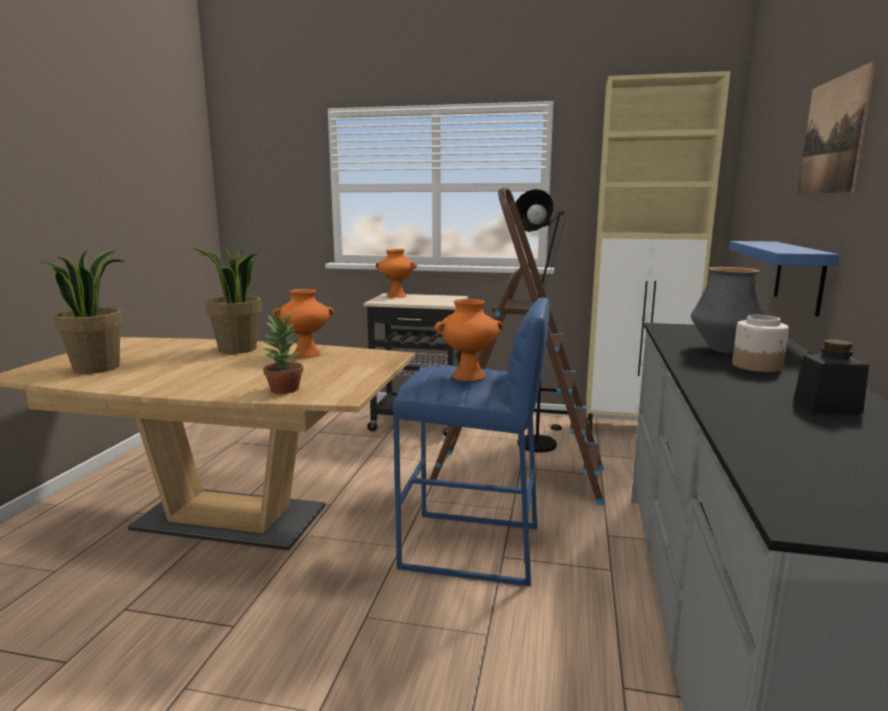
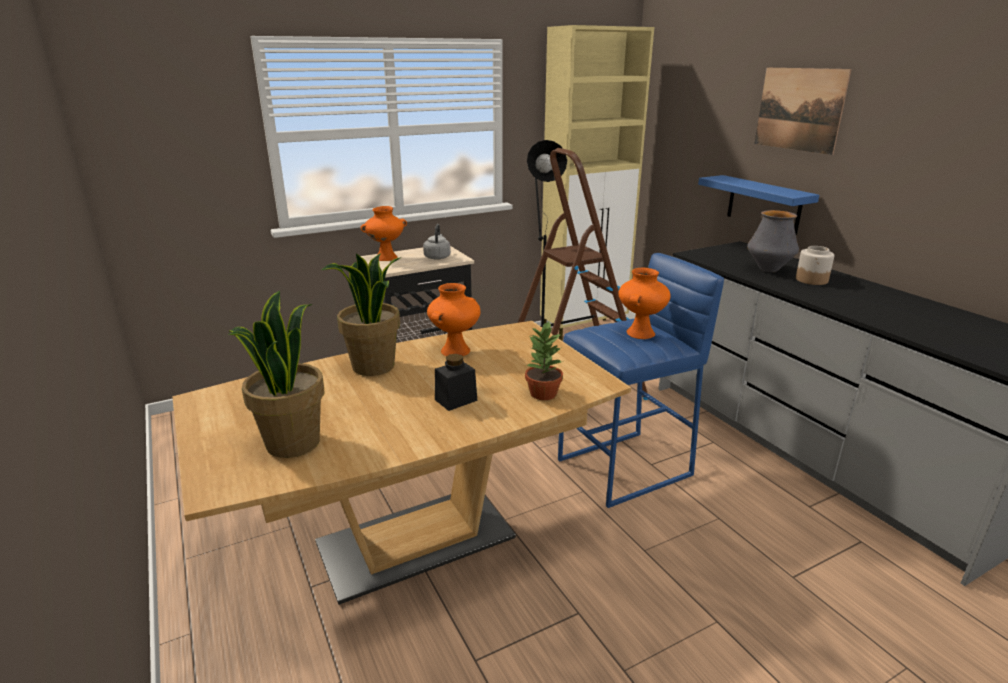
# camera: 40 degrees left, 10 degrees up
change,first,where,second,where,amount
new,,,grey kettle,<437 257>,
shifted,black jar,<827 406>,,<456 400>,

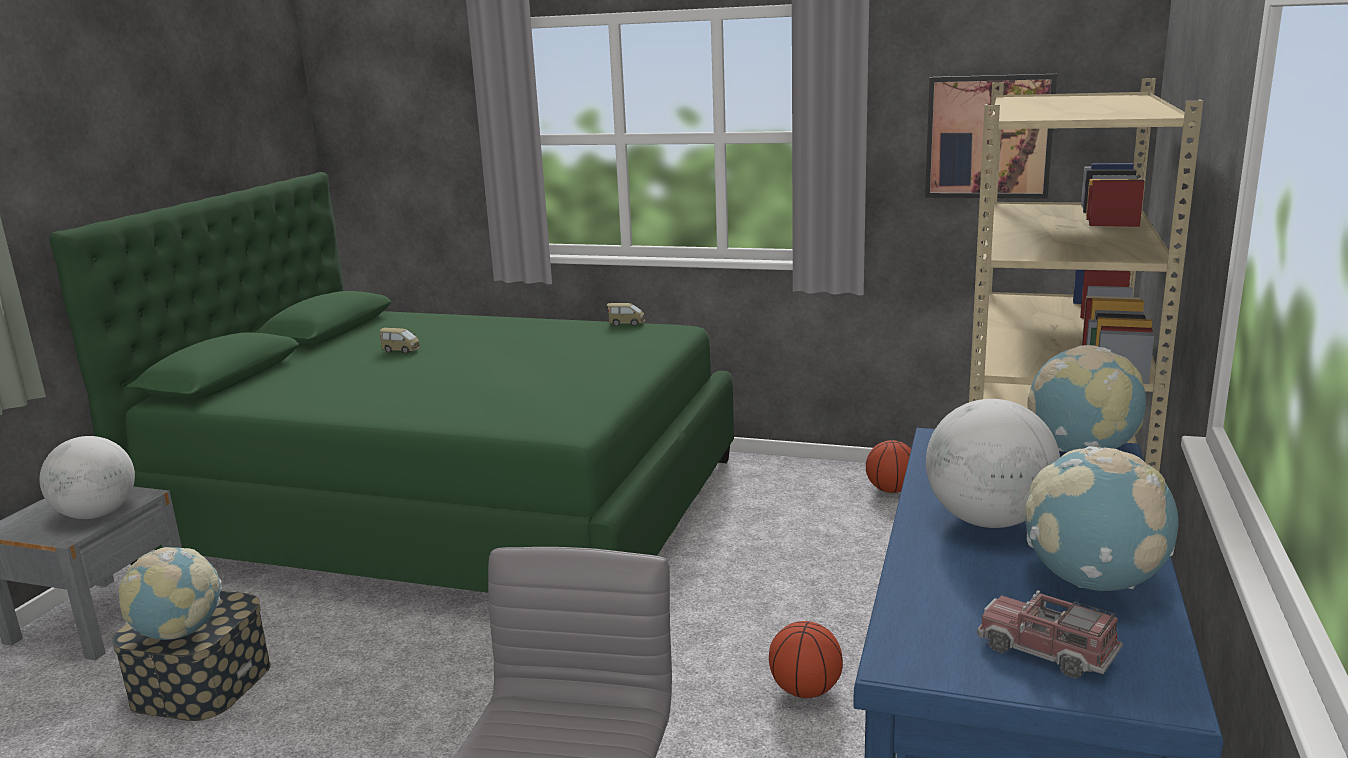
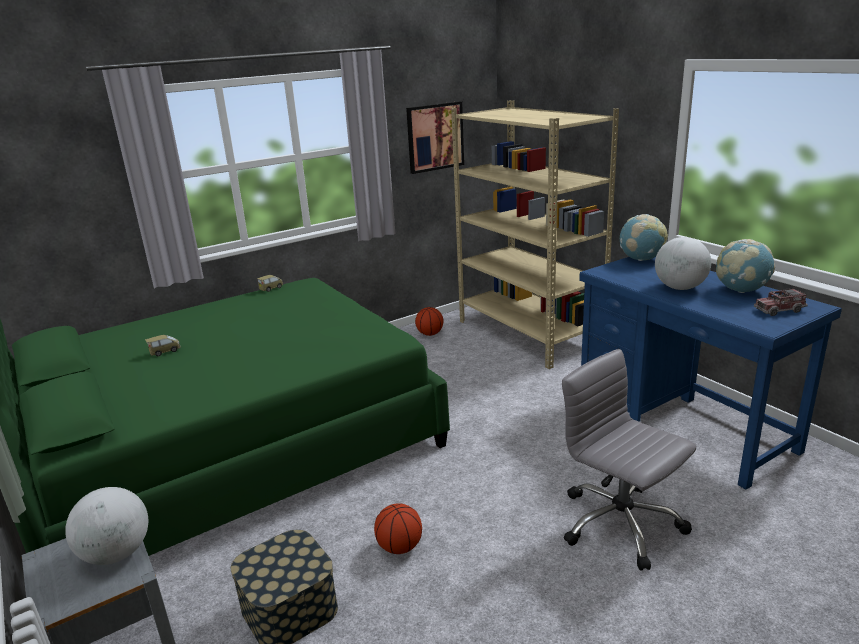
# camera: 50 degrees left, 5 degrees up
change,first,where,second,where,amount
gone,globe,<179 632>,,,
shifted,basketball,<805 691>,,<400 547>,

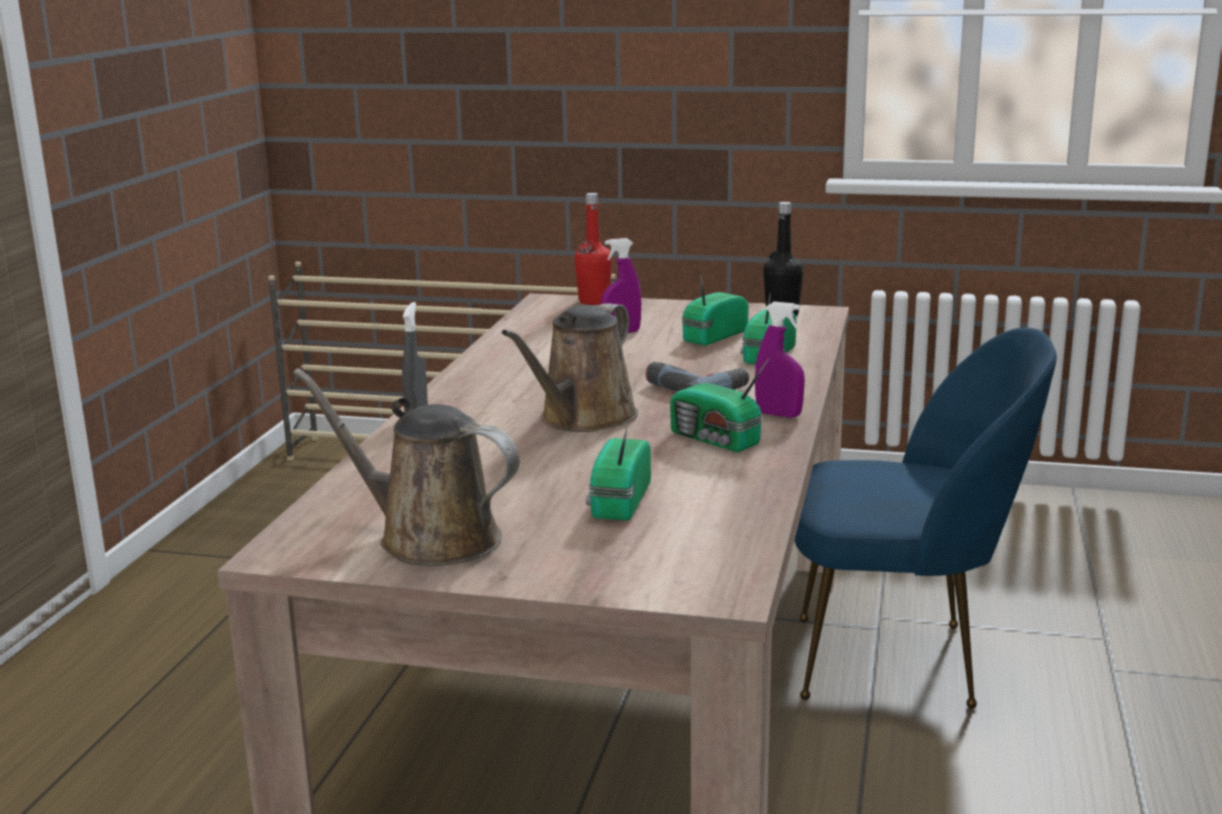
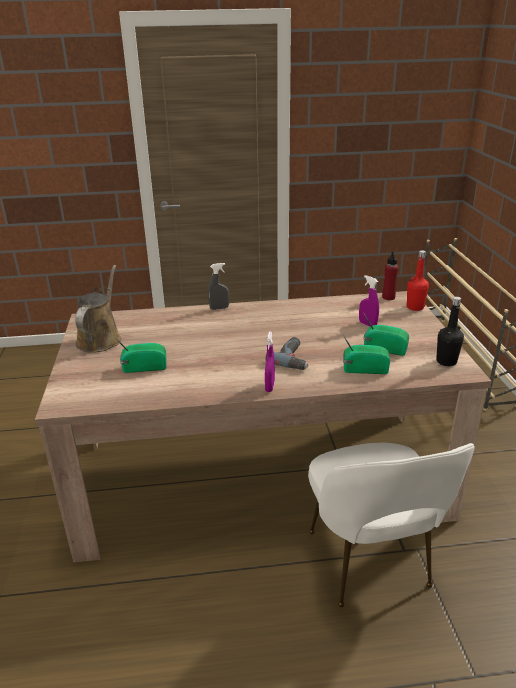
# camera: 70 degrees right, 10 degrees up
change,first,where,second,where,amount
gone,brown watering can,<583 419>,,,
gone,radio,<715 440>,,,
new,,,red bottle,<388 297>,
repainted,blue chair,<902 663>,white chair,<371 567>,

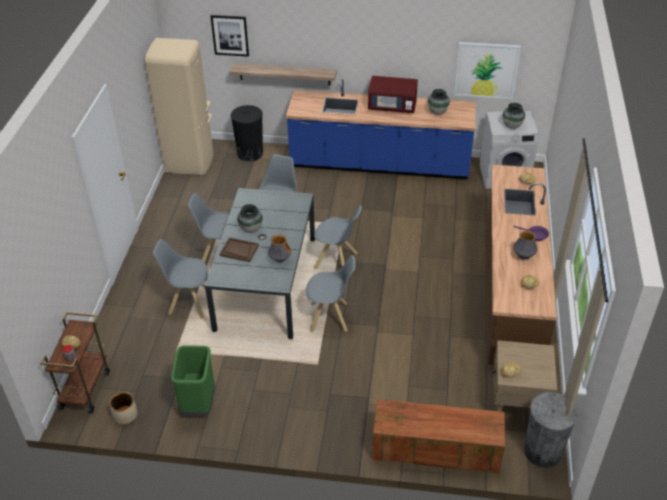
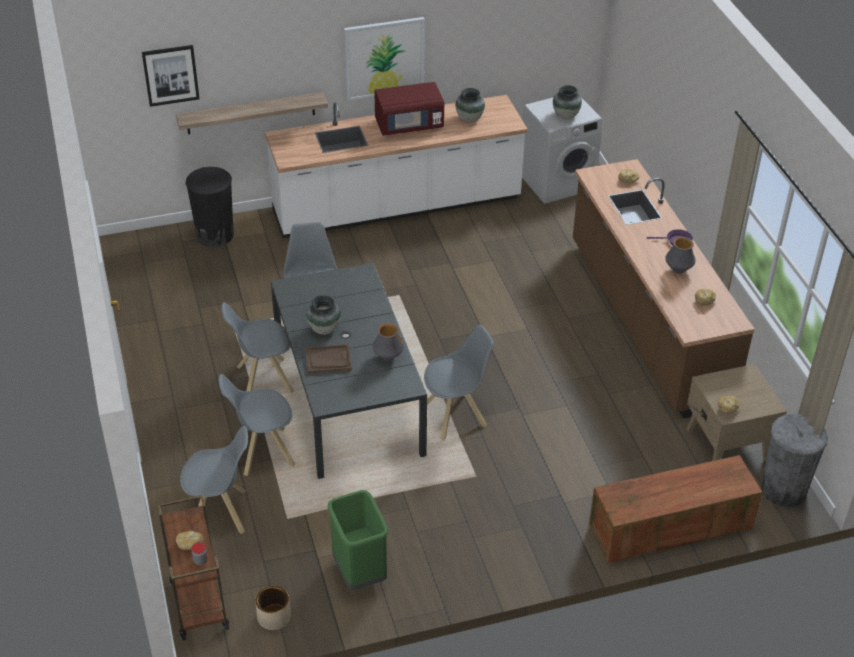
# camera: 25 degrees left, 0 degrees up
change,first,where,second,where,amount
gone,beige fridge,<191 162>,,,
shifted,grey chair,<337 261>,,<221 513>,
shifted,picture,<486 70>,,<384 58>,
repainted,blue counter,<379 164>,white counter,<397 206>,

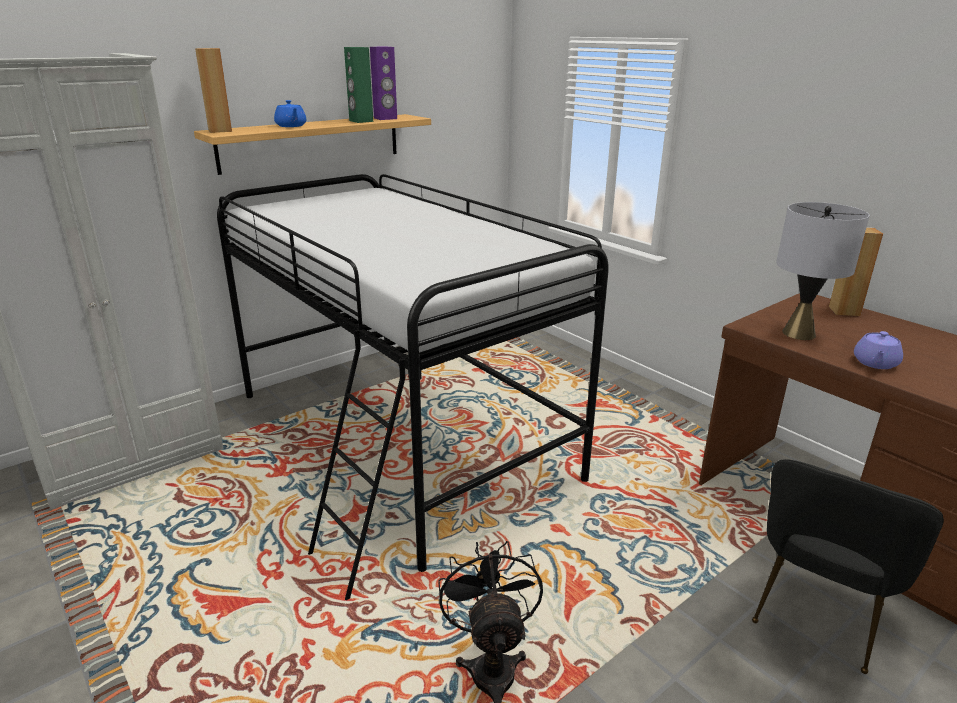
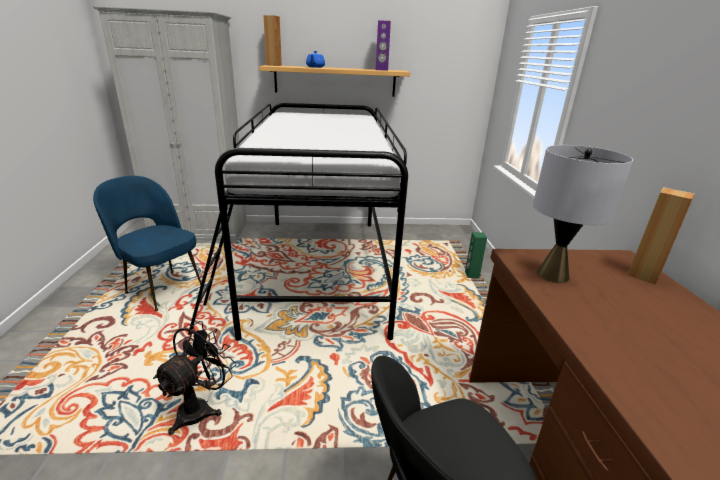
# camera: 35 degrees right, 0 degrees up
change,first,where,second,where,amount
gone,purple teapot,<875 363>,,,
new,,,blue chair,<161 288>,
shifted,green speaker,<361 121>,,<471 275>,

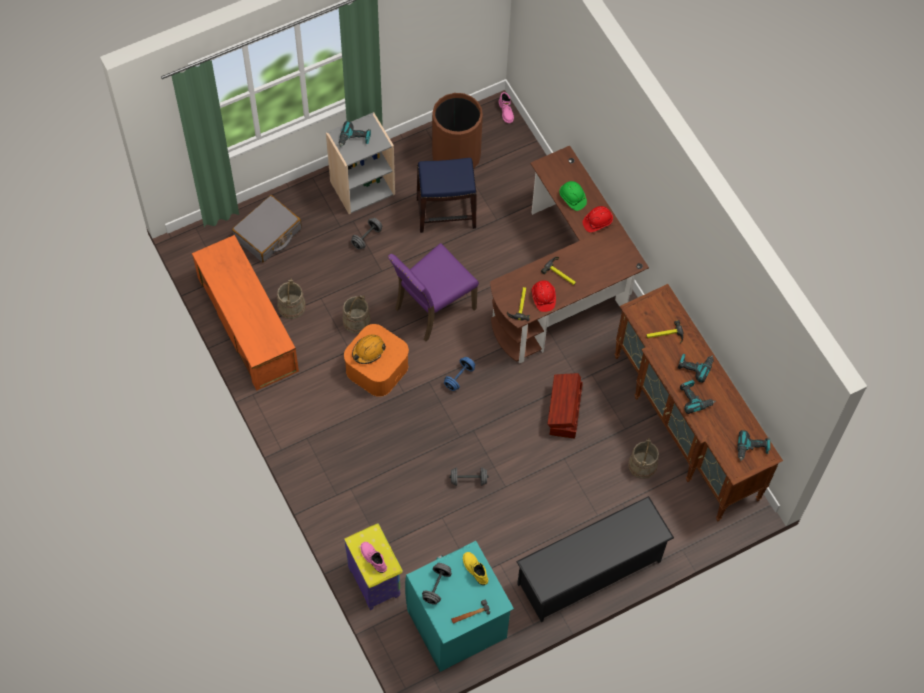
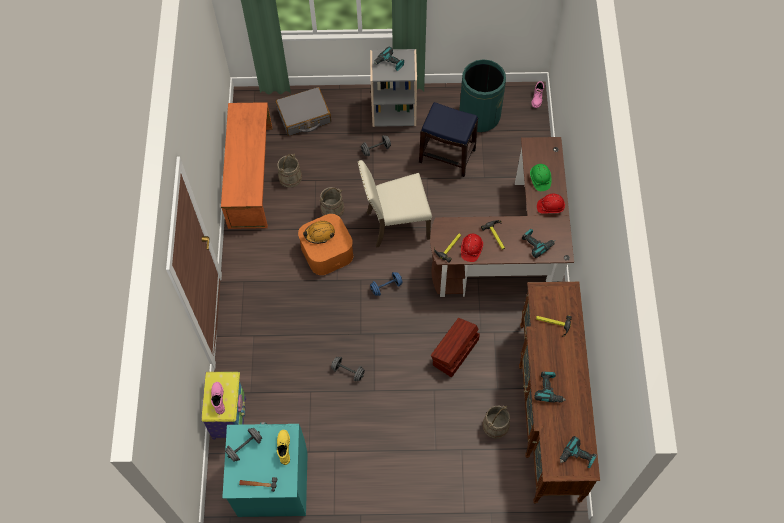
# camera: 30 degrees right, 0 degrees up
change,first,where,second,where,amount
gone,black shoe rack,<590 572>,,,
shifted,power drill,<695 366>,,<537 243>,
repainted,purple chair,<432 308>,beige chair,<396 224>,
repainted,brown trash can,<456 155>,green trash can,<479 116>,

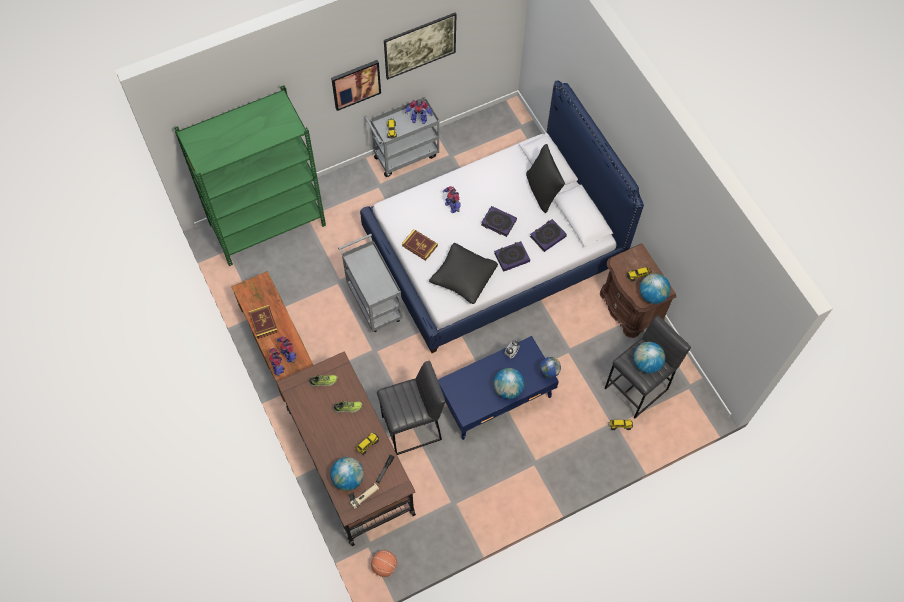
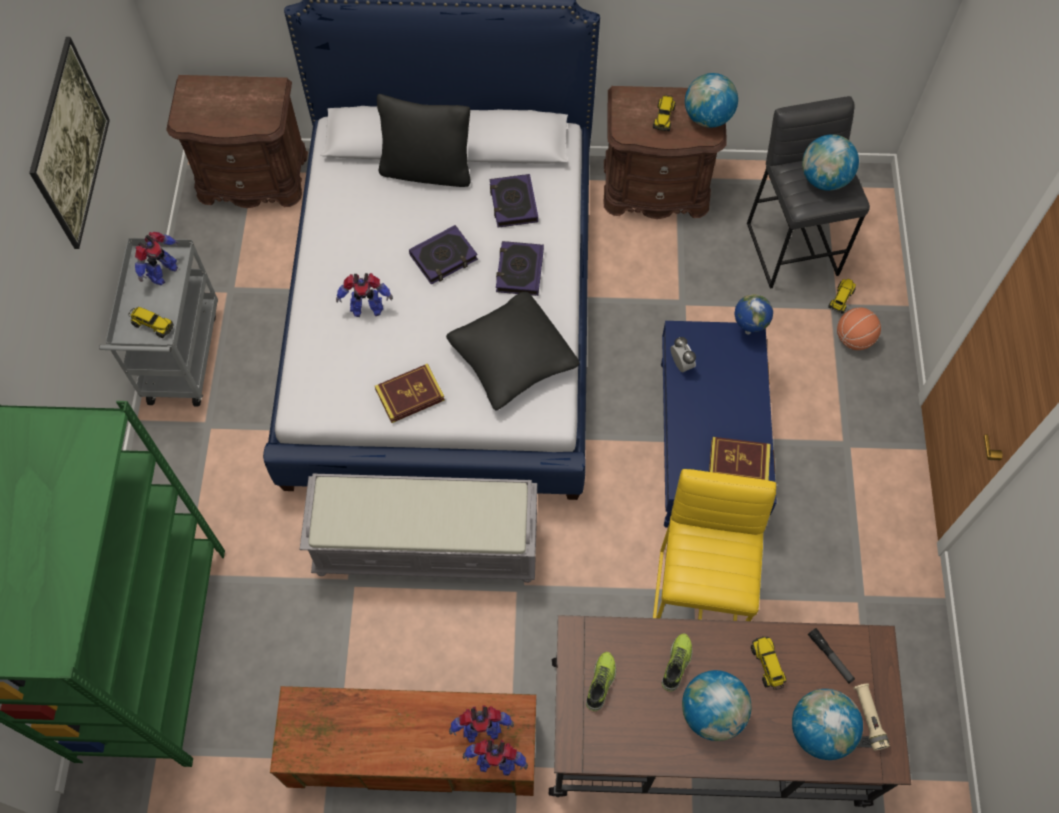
# camera: 60 degrees left, 0 degrees up
change,first,where,second,where,amount
gone,picture,<356 84>,,,
new,,,brown nightstand,<253 180>,
shifted,book,<263 322>,,<738 462>,
shifted,basketball,<384 566>,,<854 339>,
shifted,globe,<507 389>,,<712 713>,
swapped,grey cart,<373 302>,grey bench,<428 544>,
repainted,grey stool,<412 427>,yellow stool,<697 596>,

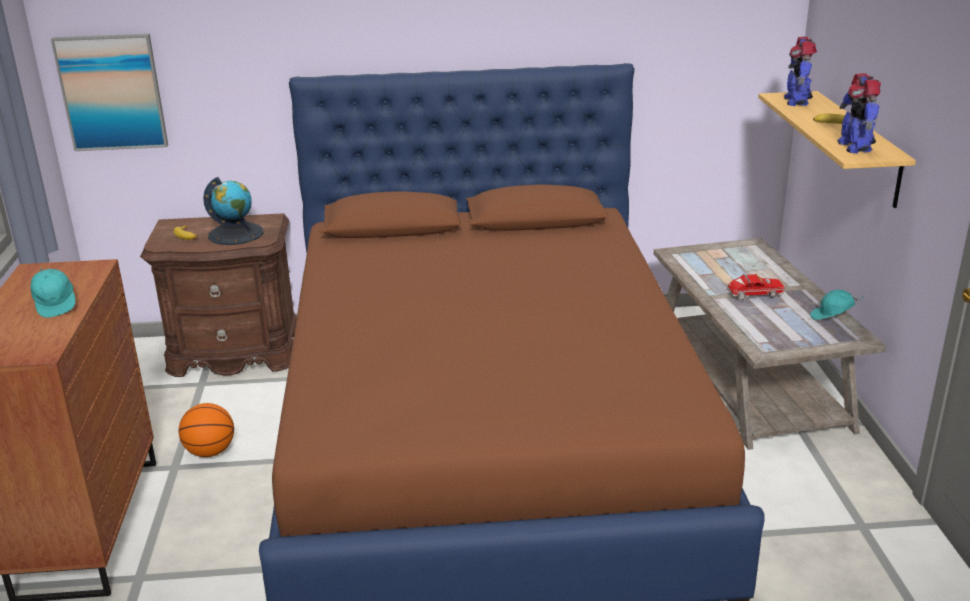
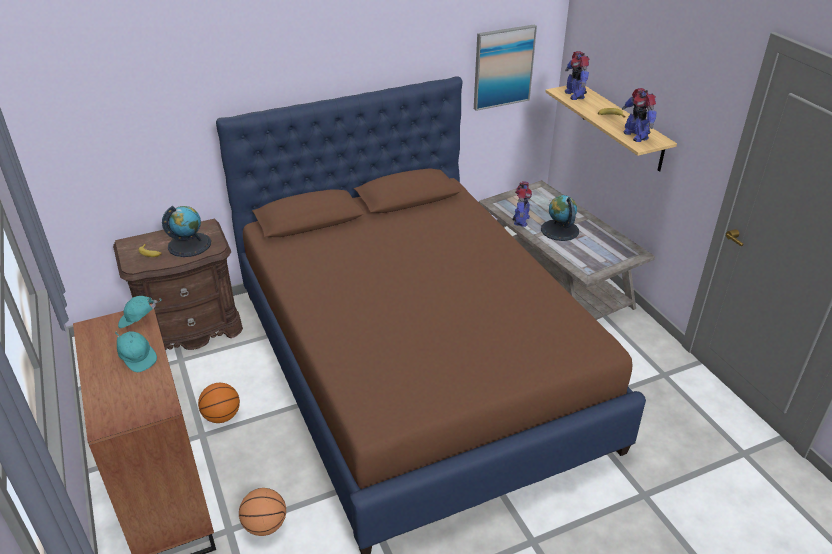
# camera: 20 degrees left, 10 degrees up
change,first,where,second,where,amount
new,,,basketball,<265 525>,
new,,,toy robot,<520 221>,
shifted,picture,<112 92>,,<503 67>,
shifted,turquoise cap,<832 317>,,<139 321>,
swapped,toy truck,<752 295>,globe,<559 230>,

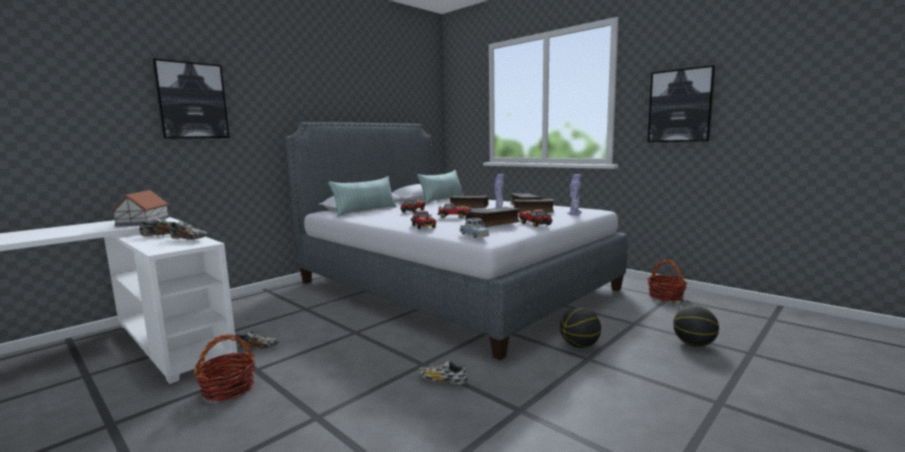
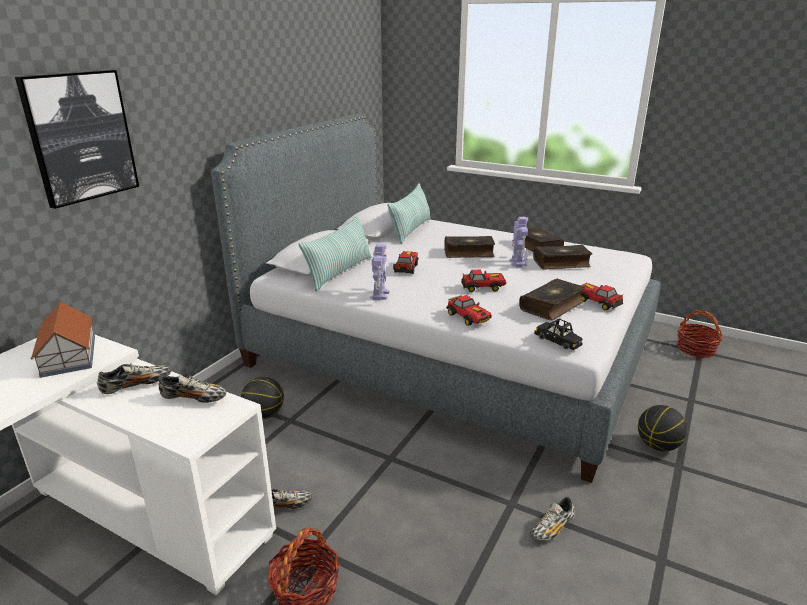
# camera: 15 degrees left, 15 degrees up
change,first,where,second,where,amount
gone,picture,<680 106>,,,
shifted,toy robot,<574 213>,,<380 294>,
shifted,basketball,<694 344>,,<264 414>,
repainted,blue toy car,<474 235>,black toy car,<558 341>,
rotated,shoe,<442 381>,,<552 528>,45 degrees counterclockwise

